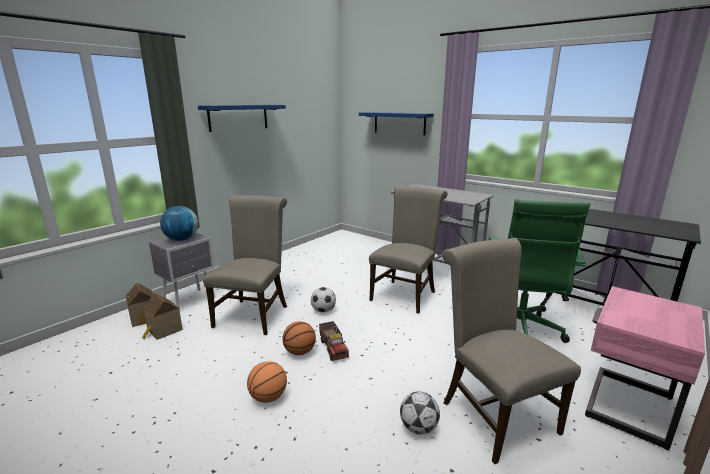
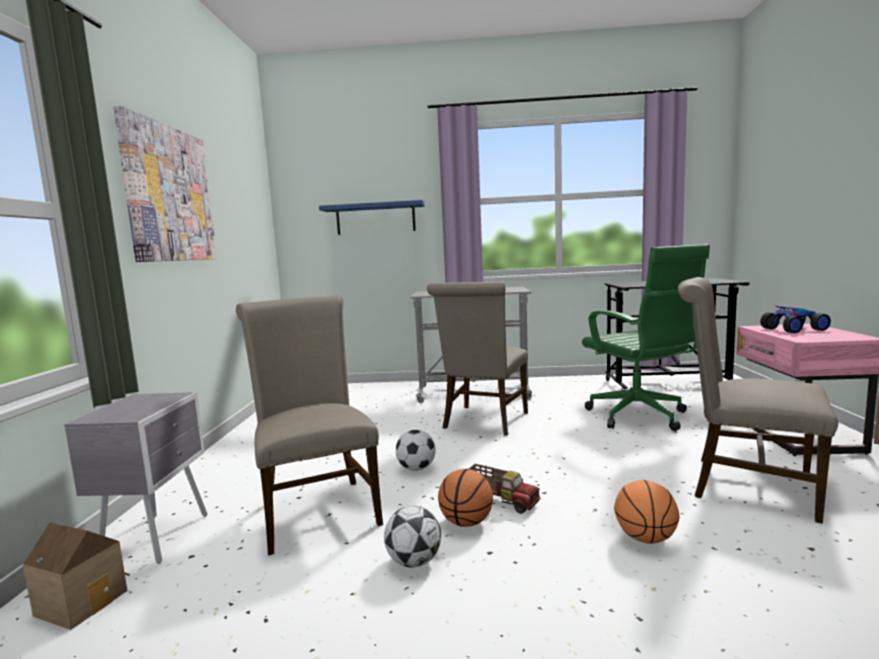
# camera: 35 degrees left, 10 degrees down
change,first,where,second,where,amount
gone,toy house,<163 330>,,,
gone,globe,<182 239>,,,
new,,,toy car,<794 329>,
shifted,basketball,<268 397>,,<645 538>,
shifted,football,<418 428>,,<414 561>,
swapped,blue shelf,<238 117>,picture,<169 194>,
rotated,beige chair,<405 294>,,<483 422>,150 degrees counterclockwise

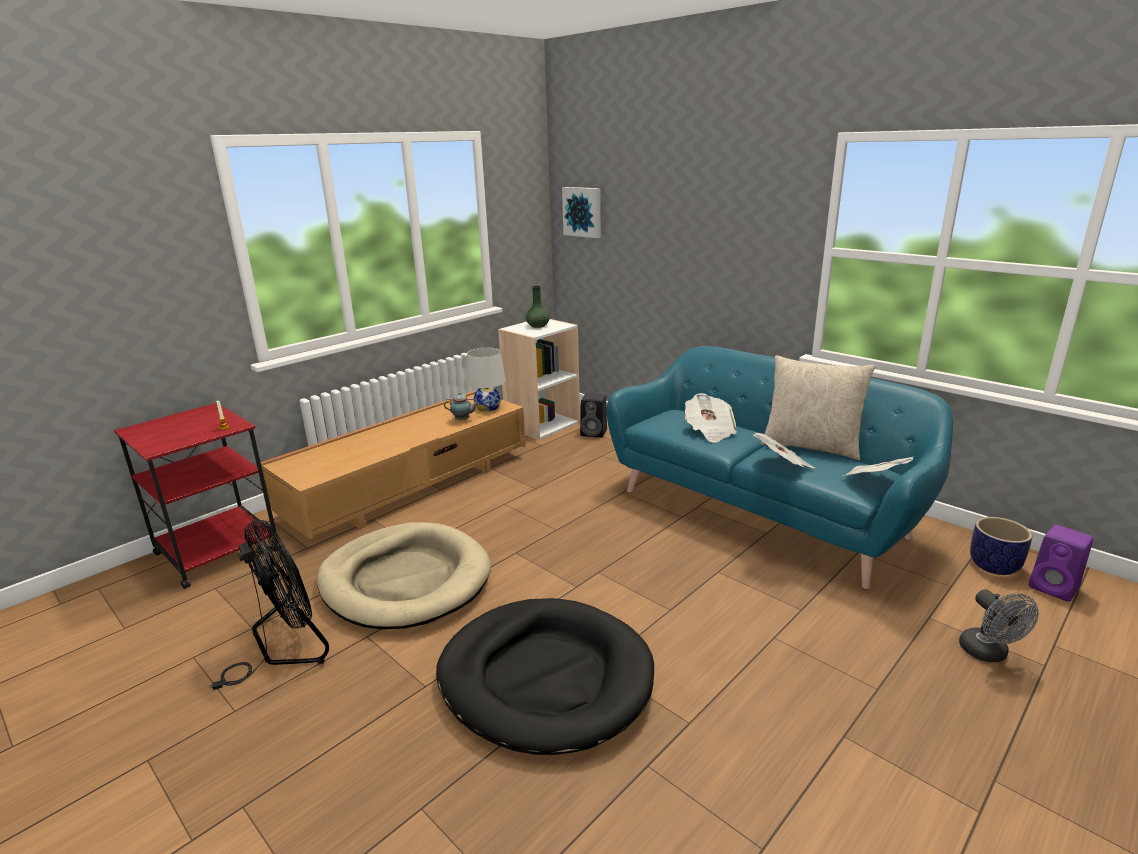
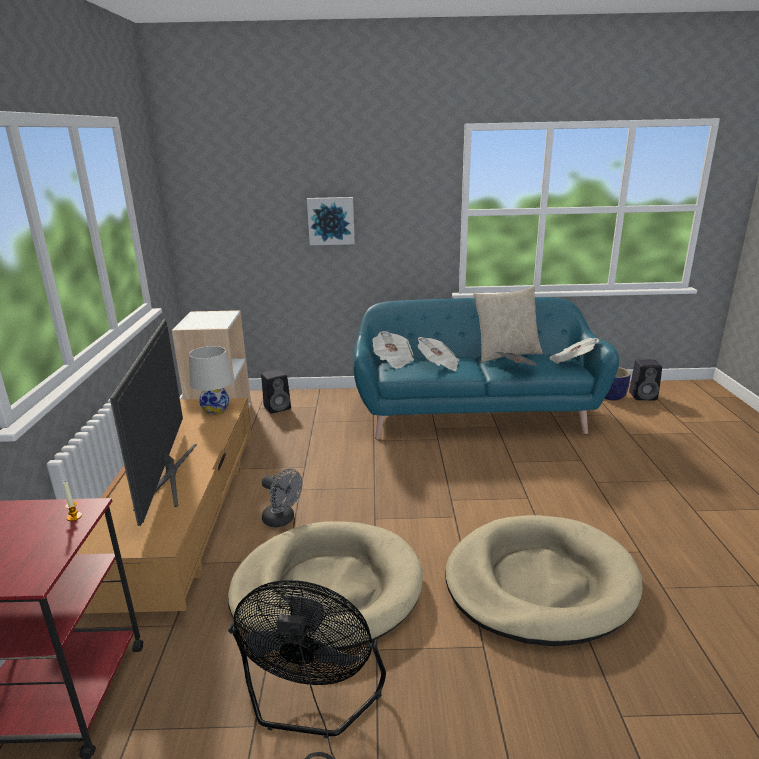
# camera: 45 degrees left, 0 degrees up
change,first,where,second,where,amount
gone,teapot,<463 420>,,,
gone,green vase,<538 326>,,,
new,,,television,<167 474>,
new,,,newspaper,<393 360>,
shifted,picture,<583 212>,,<331 221>,
shifted,grey fan,<988 654>,,<282 520>,
repainted,black dog bed,<545 678>,beige dog bed,<539 583>,
repainted,purple speaker,<1055 588>,black speaker,<643 396>,

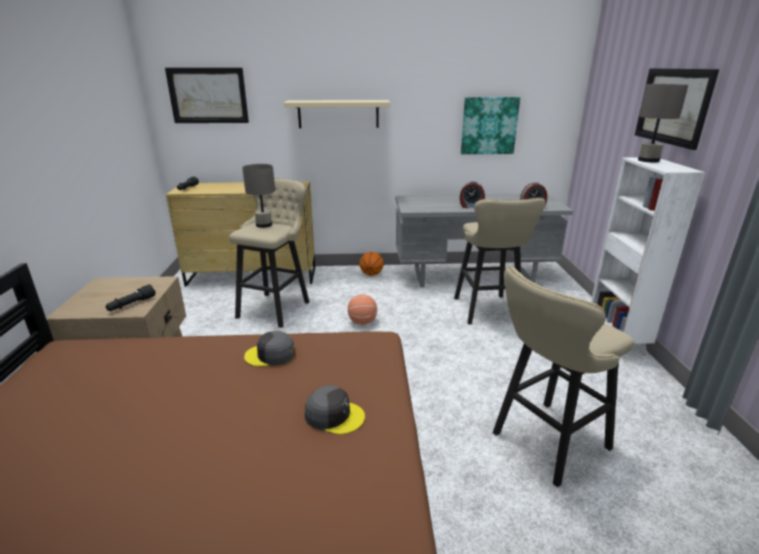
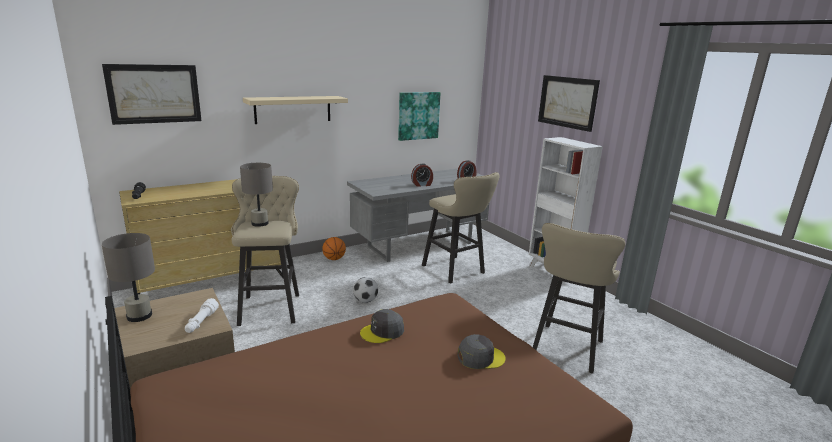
# camera: 30 degrees left, 5 degrees down
change,first,where,second,where,amount
shifted,grey table lamp,<648 160>,,<139 316>,
swapped,basketball,<362 322>,football,<365 301>,
repainted,black flashlight,<131 304>,white flashlight,<201 322>,

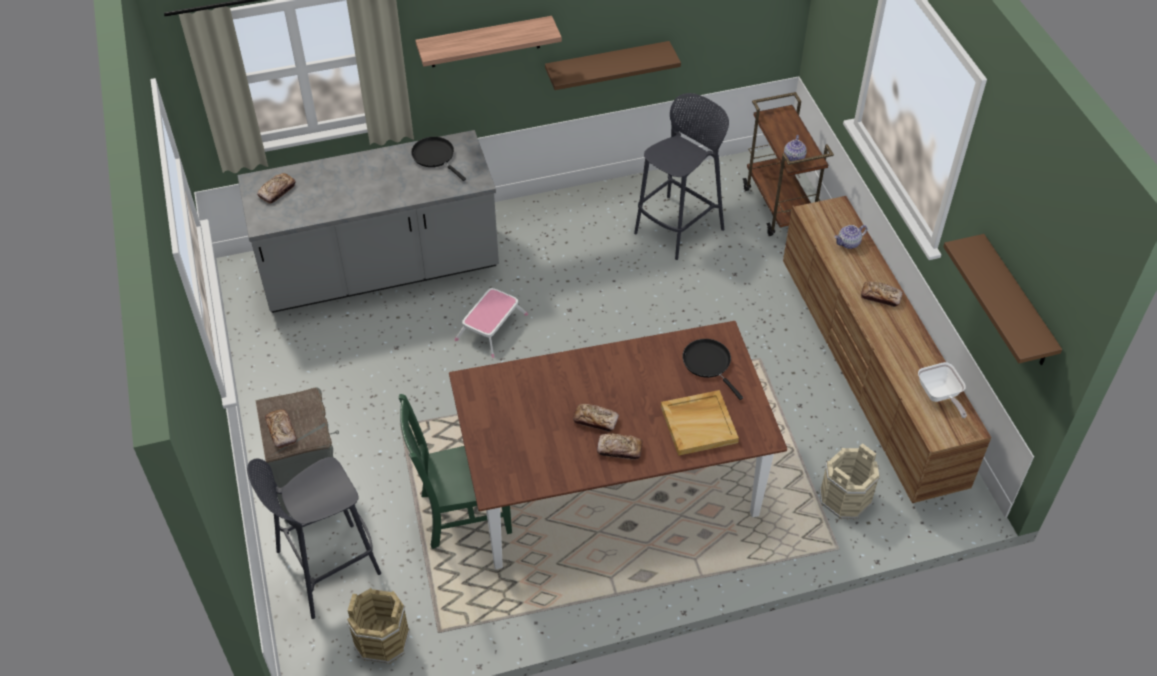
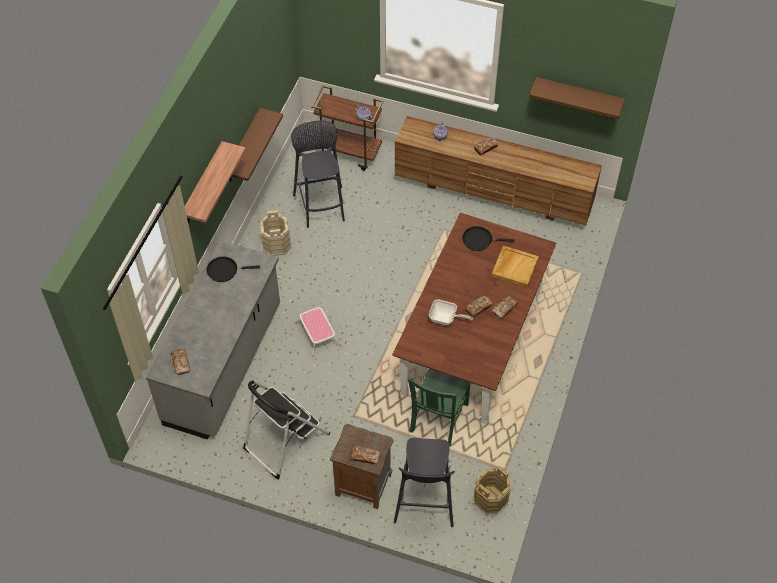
# camera: 55 degrees left, 5 degrees up
change,first,where,second,where,amount
new,,,step ladder,<284 442>,
shifted,beige bucket,<845 498>,,<276 245>,
shifted,frying pan,<939 396>,,<445 319>,

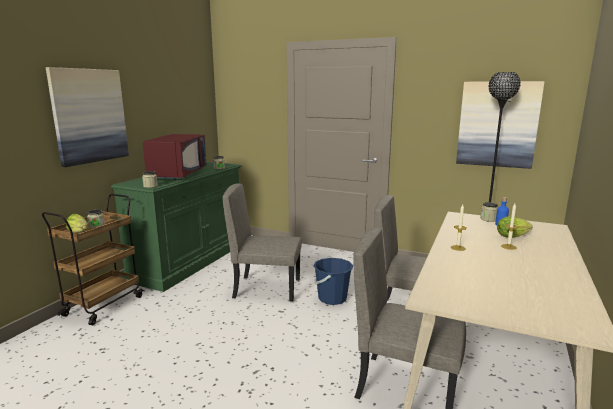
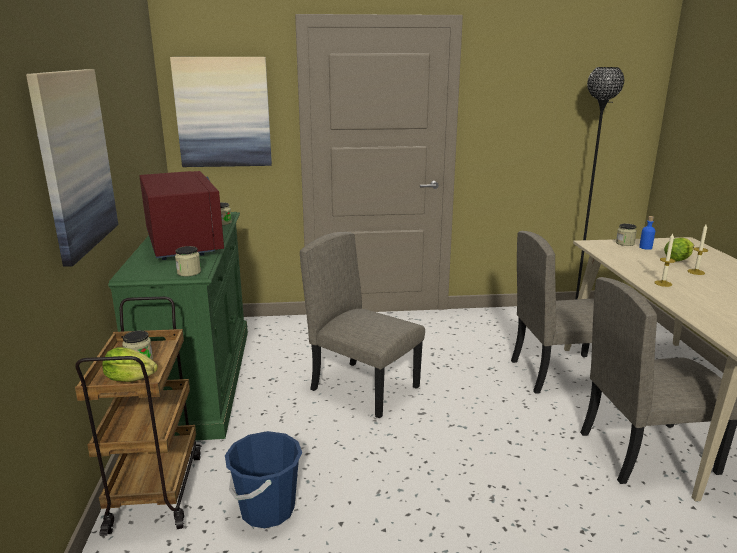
# camera: 30 degrees left, 5 degrees up
change,first,where,second,where,amount
shifted,blue bucket,<332 298>,,<267 510>,
shifted,picture,<497 124>,,<223 112>,
rotated,beige chair,<267 288>,,<365 388>,60 degrees clockwise

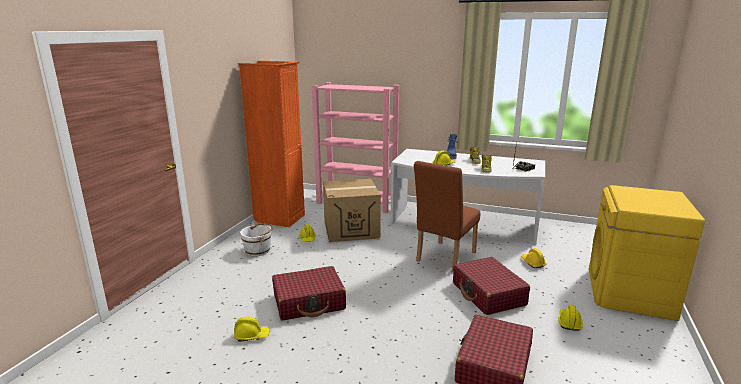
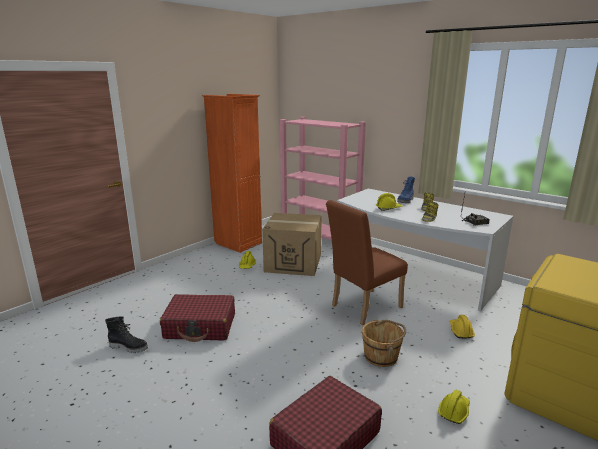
# camera: 20 degrees right, 0 degrees up
change,first,where,second,where,amount
gone,white bucket,<258 250>,,,
swapped,yellow hard hat,<252 335>,black boot,<129 347>,
swapped,red suitcase,<488 294>,brown bucket,<381 356>,

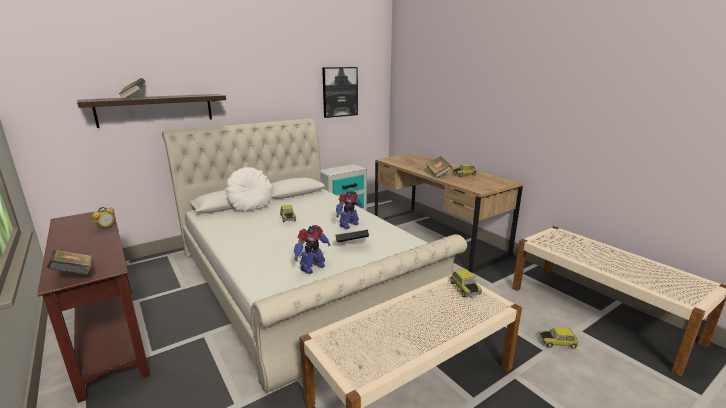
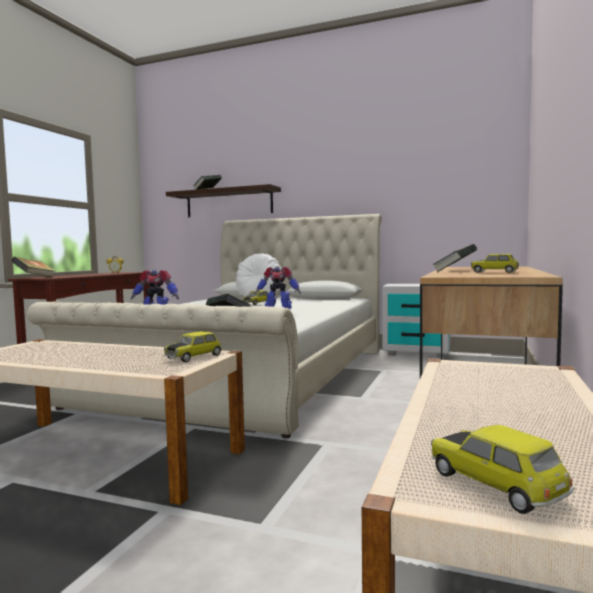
# camera: 55 degrees right, 15 degrees down
change,first,where,second,where,amount
gone,picture,<339 92>,,,
shifted,toy car,<557 342>,,<498 484>,

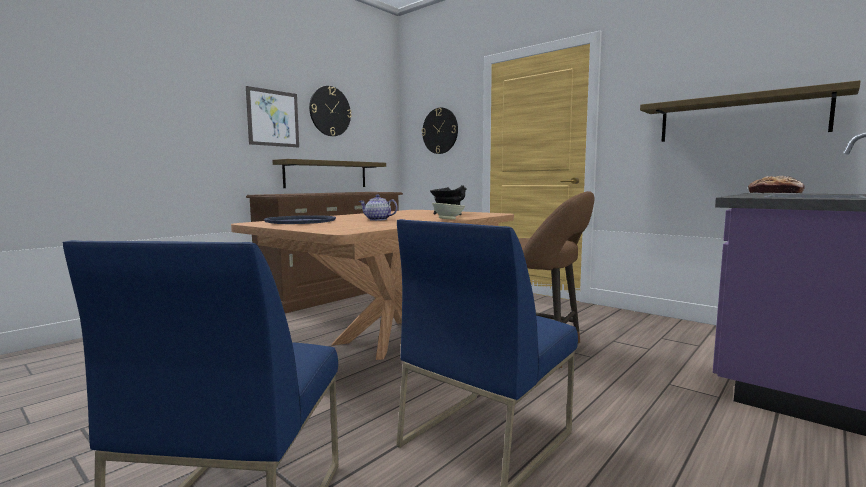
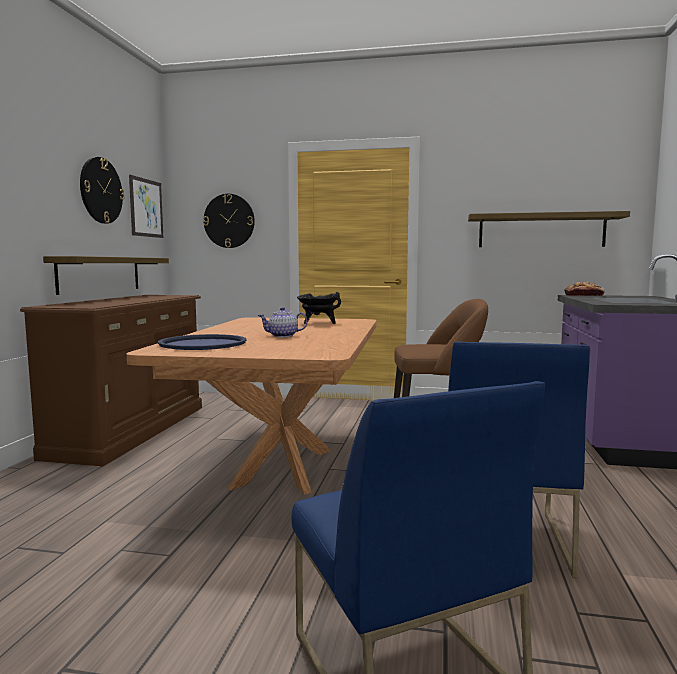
# camera: 30 degrees left, 0 degrees up
change,first,where,second,where,amount
gone,beige bowl,<448 219>,,,
shifted,picture,<273 118>,,<146 208>,

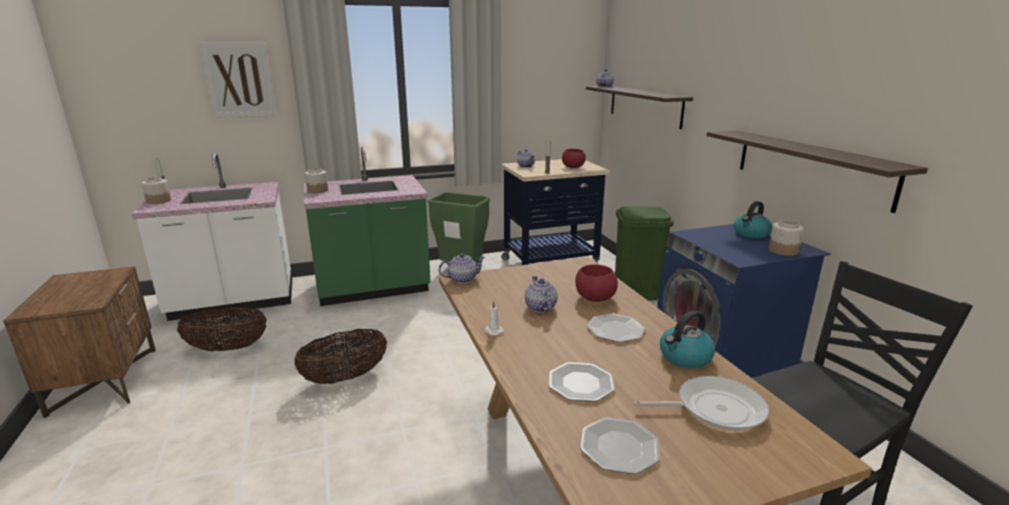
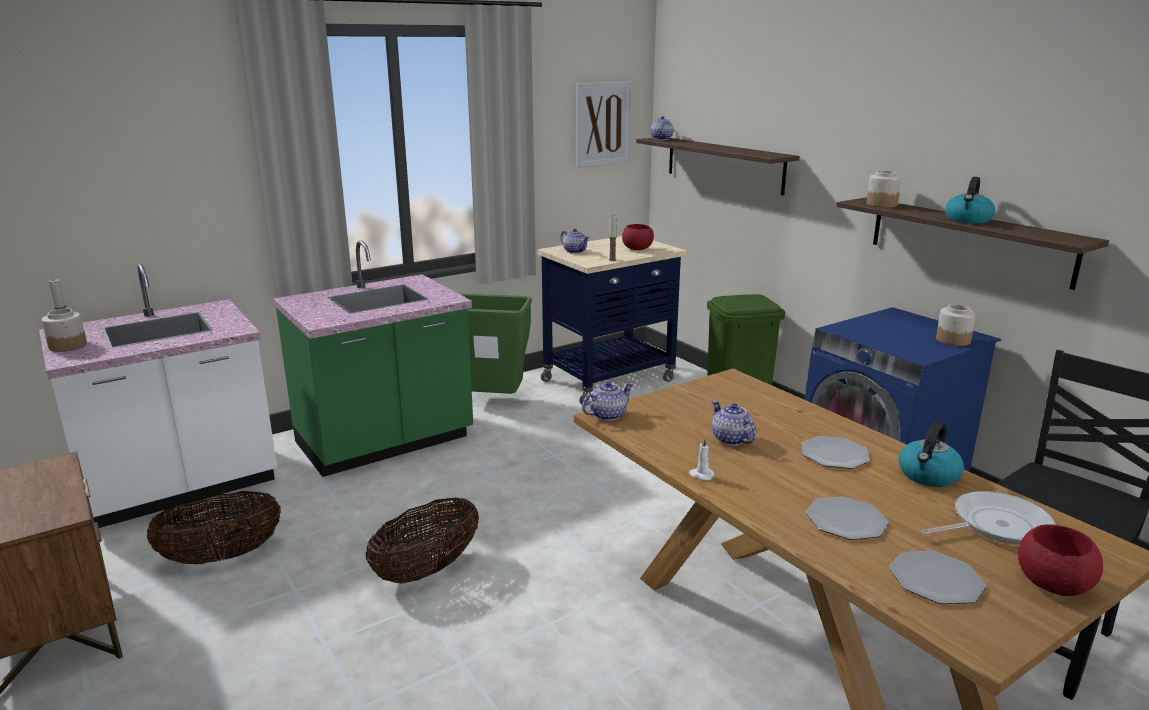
# camera: 15 degrees left, 0 degrees up
change,first,where,second,where,amount
shifted,picture,<239 80>,,<603 124>,
shifted,jar,<317 190>,,<881 204>,
shifted,red bowl,<594 297>,,<1051 584>,
shifted,kettle,<751 234>,,<968 220>,

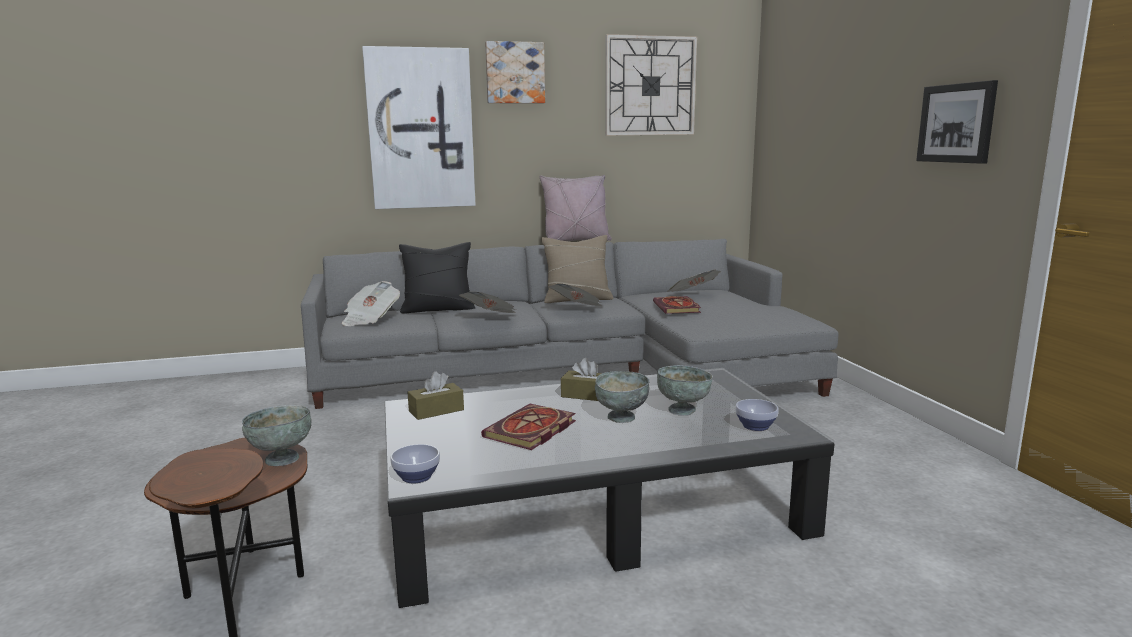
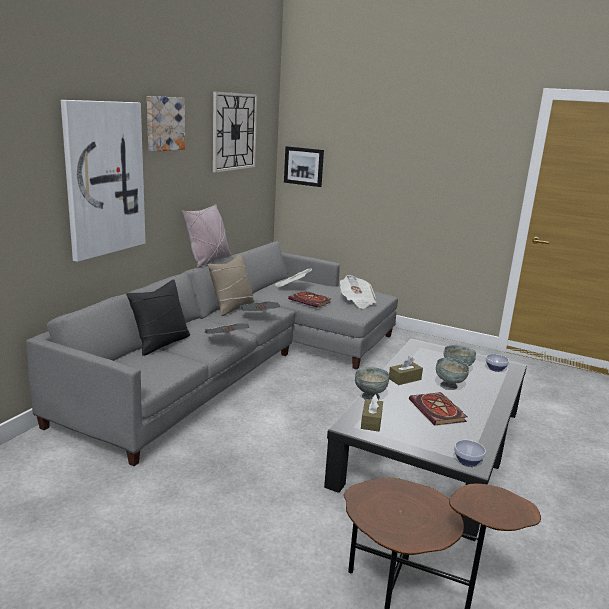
# camera: 50 degrees left, 5 degrees up
change,first,where,second,where,amount
shifted,grey bowl,<281 459>,,<369 397>,
shifted,newspaper,<370 319>,,<357 302>,
shifted,picture,<957 123>,,<304 166>,

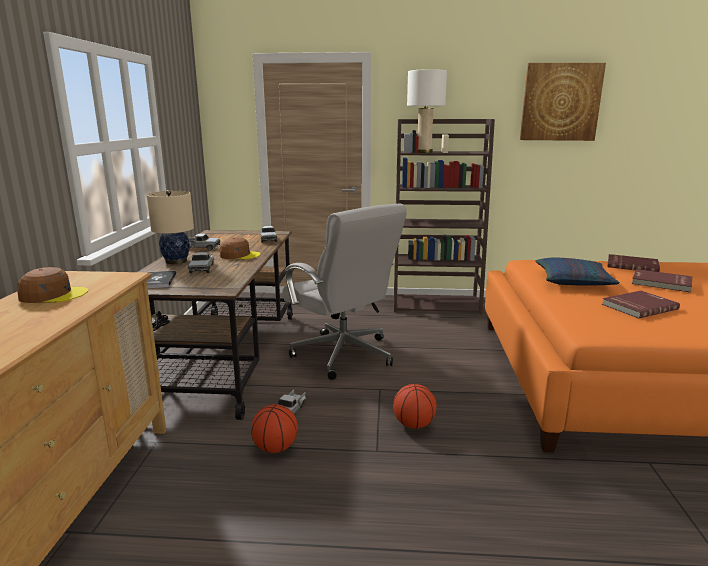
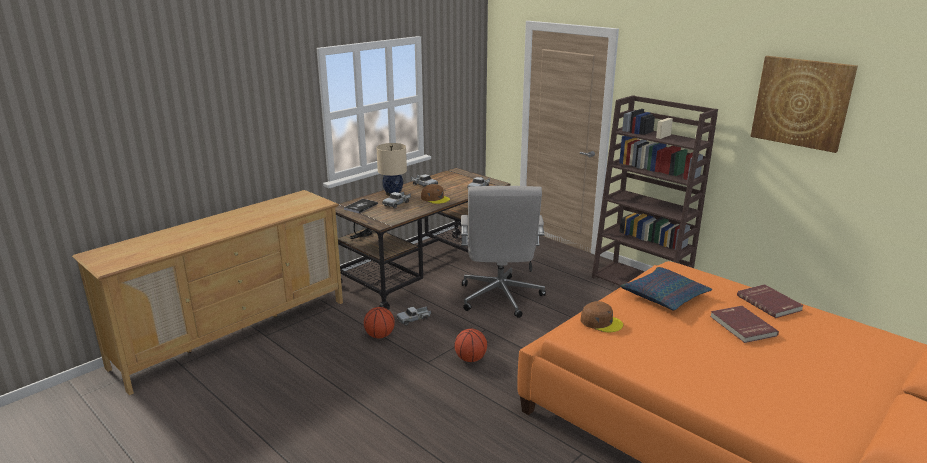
# camera: 40 degrees right, 5 degrees up
change,first,where,second,where,amount
gone,white table lamp,<423 152>,,,
gone,red book,<638 306>,,,
shifted,brown cap,<53 295>,,<601 322>,

